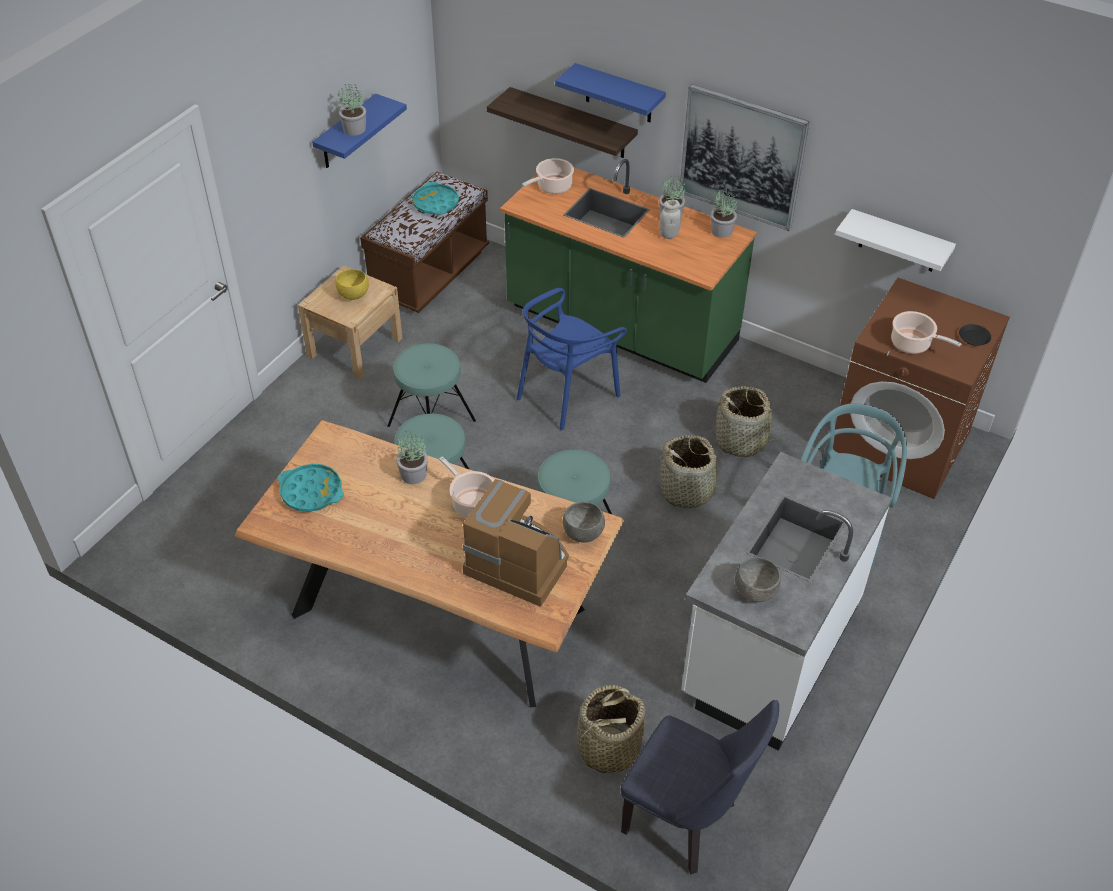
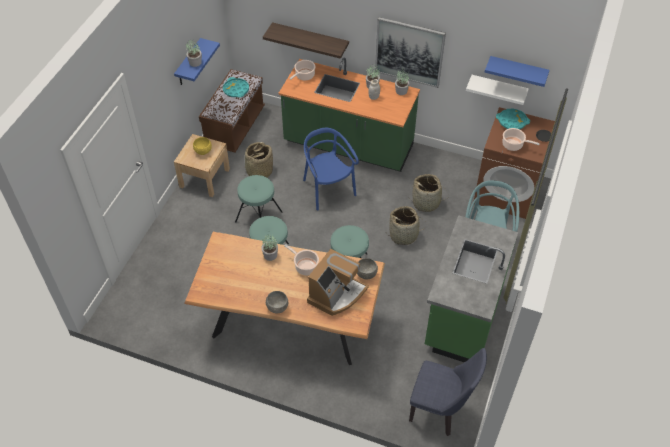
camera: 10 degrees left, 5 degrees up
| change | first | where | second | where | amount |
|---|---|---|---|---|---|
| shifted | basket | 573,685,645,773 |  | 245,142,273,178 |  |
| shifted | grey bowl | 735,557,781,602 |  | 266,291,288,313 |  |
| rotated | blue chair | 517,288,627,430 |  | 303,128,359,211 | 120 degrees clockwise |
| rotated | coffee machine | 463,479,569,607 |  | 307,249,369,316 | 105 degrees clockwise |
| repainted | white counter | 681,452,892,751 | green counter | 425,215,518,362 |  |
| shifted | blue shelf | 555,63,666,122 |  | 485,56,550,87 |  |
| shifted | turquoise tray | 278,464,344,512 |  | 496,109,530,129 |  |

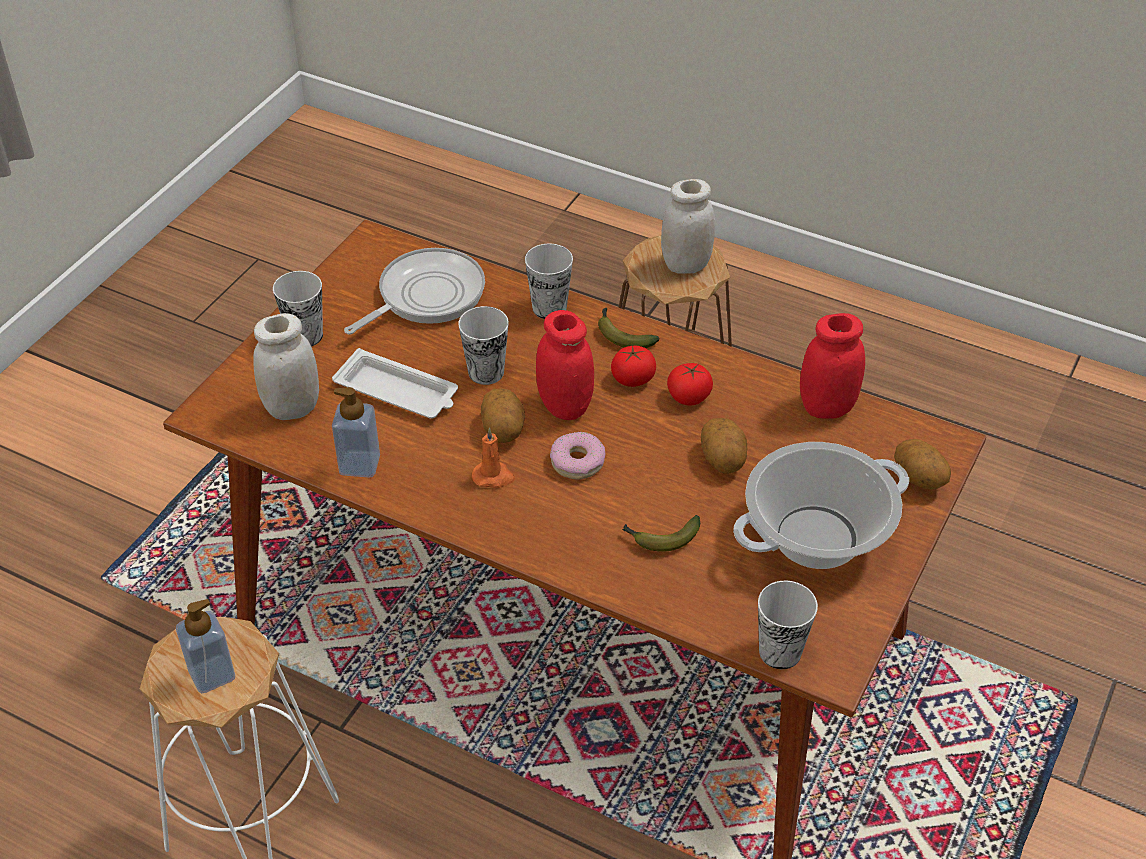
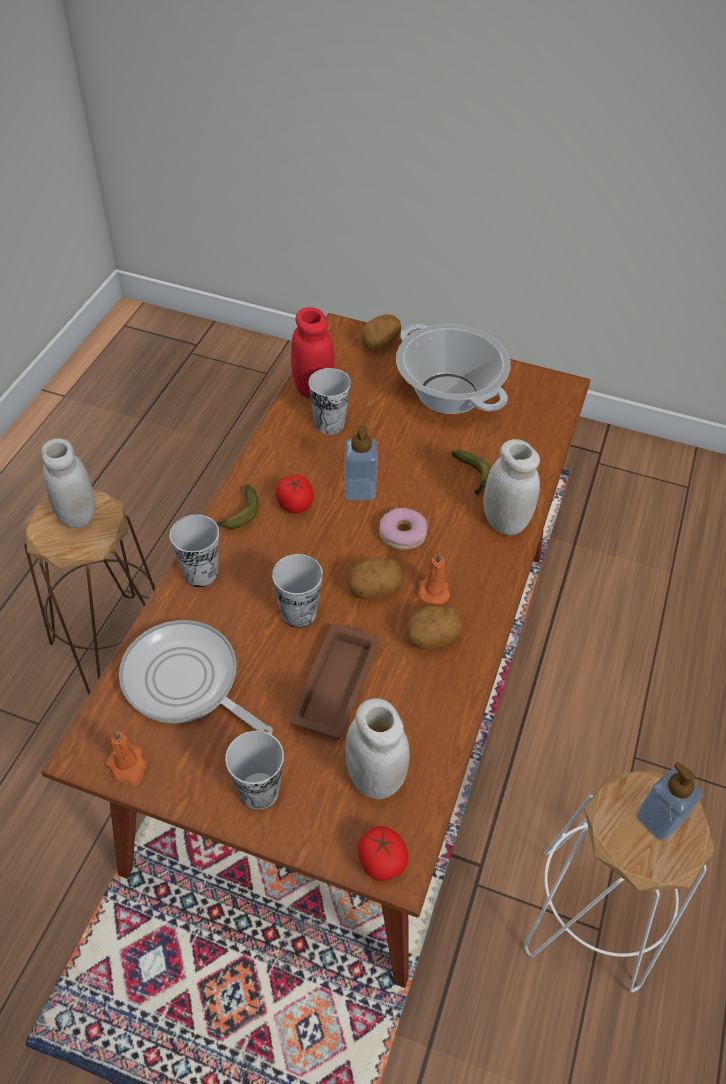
camera: 100 degrees left, 5 degrees up
| change | first | where | second | where | amount |
|---|---|---|---|---|---|
| new |  |  | orange candle | 106,730,146,786 |  |
| repainted | white tray | 332,348,458,419 | brown tray | 289,624,379,739 |  |
| shifted | cup | 758,581,818,669 |  | 309,368,351,435 |  |
| shifted | soap dispenser | 332,387,380,478 |  | 344,425,378,500 |  |
| shifted | tomato | 667,363,713,406 |  | 357,826,408,881 |  |
| shifted | potato | 701,418,747,474 |  | 405,605,463,650 |  |
| new |  |  | white jar | 483,439,540,535 |  |
| gone | red jar | 536,310,594,420 |  |  |  |

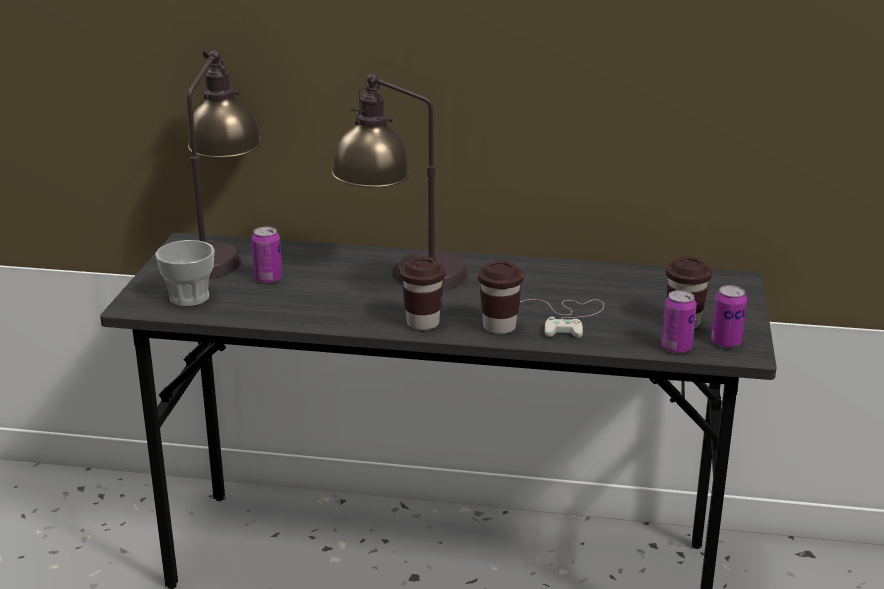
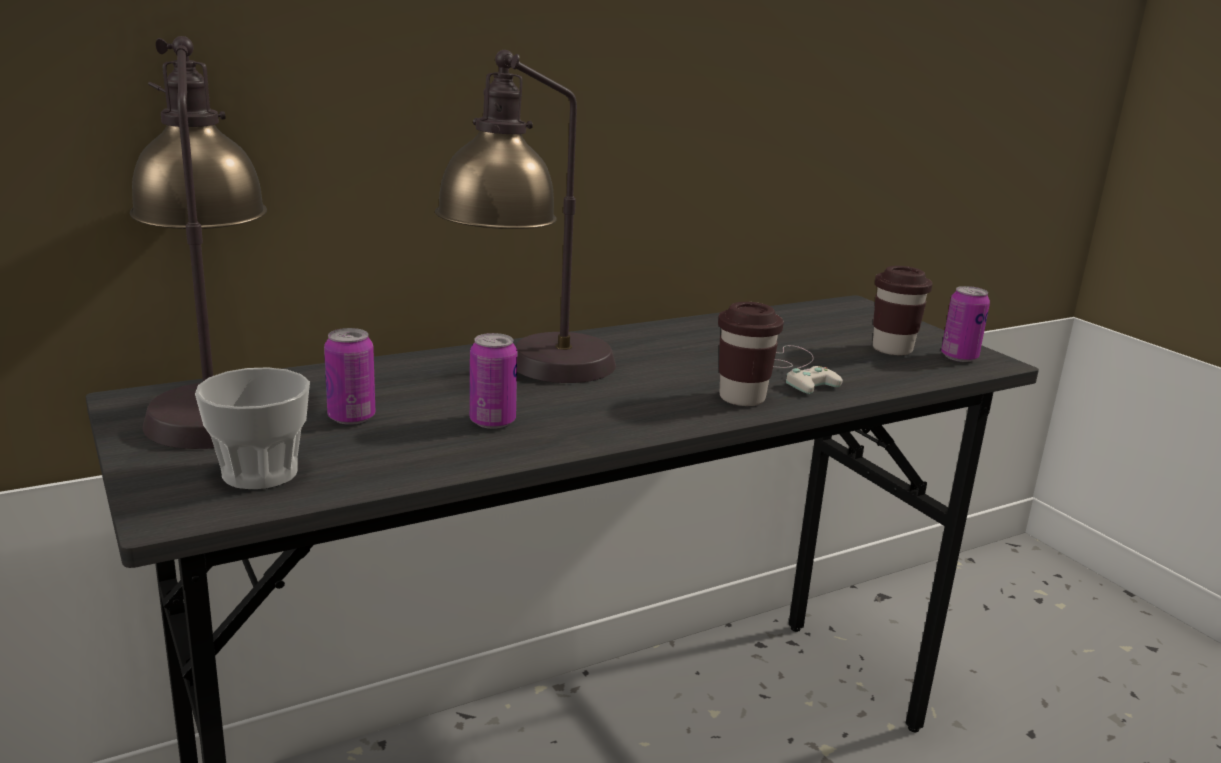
camera: 40 degrees left, 5 degrees down
| change | first | where | second | where | amount |
|---|---|---|---|---|---|
| shifted | can | 661,290,697,354 |  | 470,333,517,429 |  |
| gone | brown cup | 400,257,445,330 |  |  |  |

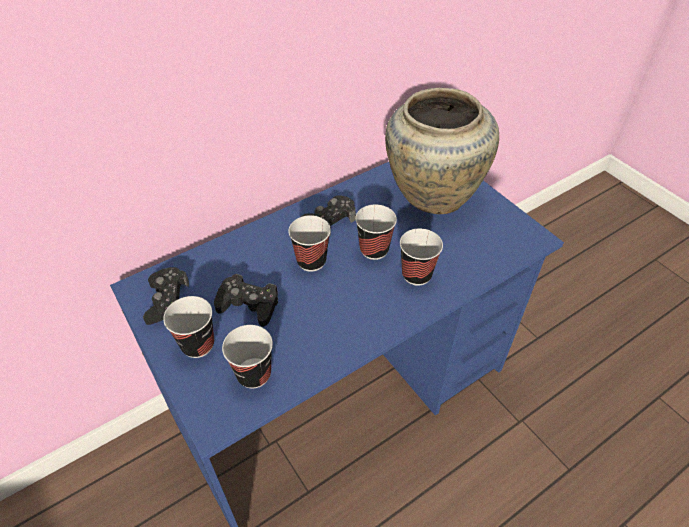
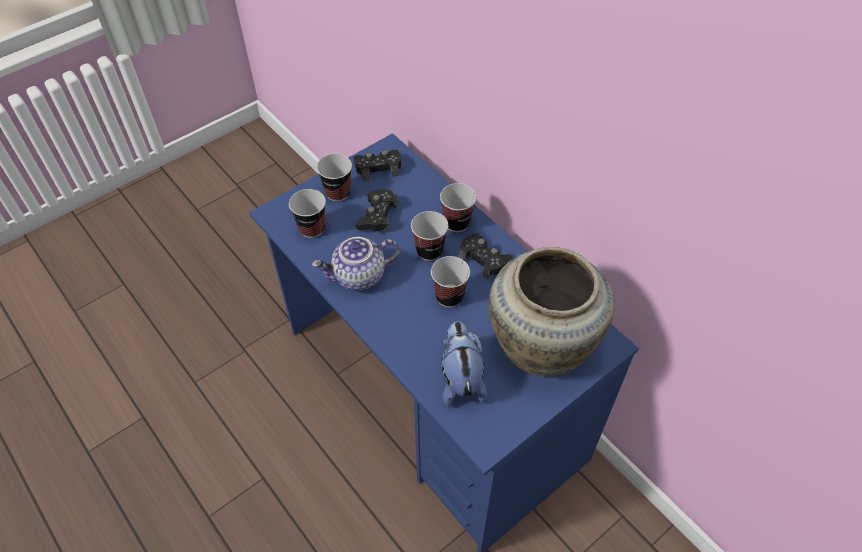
camera: 85 degrees right, 5 degrees up
| change | first | where | second | where | amount |
|---|---|---|---|---|---|
| new |  |  | teapot | 312,237,400,291 |  |
| shifted | cup | 400,228,443,286 |  | 440,183,476,232 |  |
| new |  |  | plush toy | 441,322,487,407 |  |

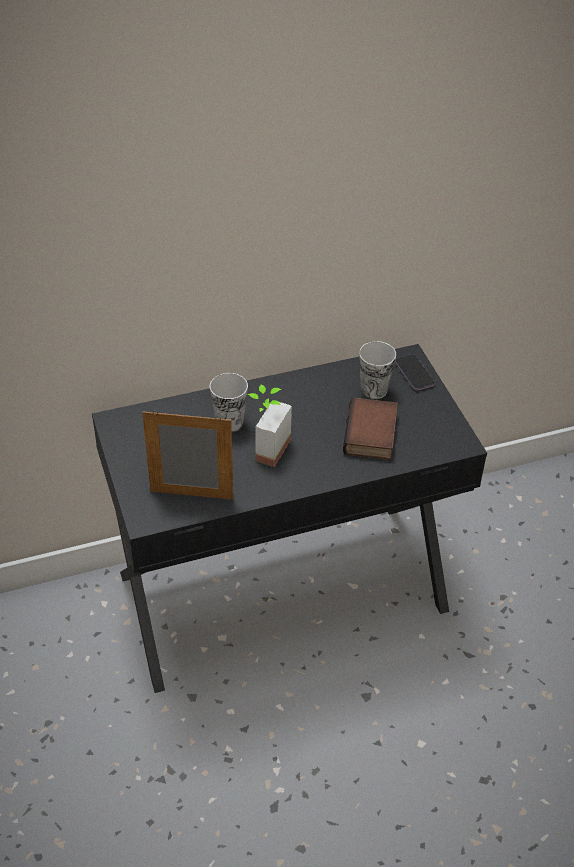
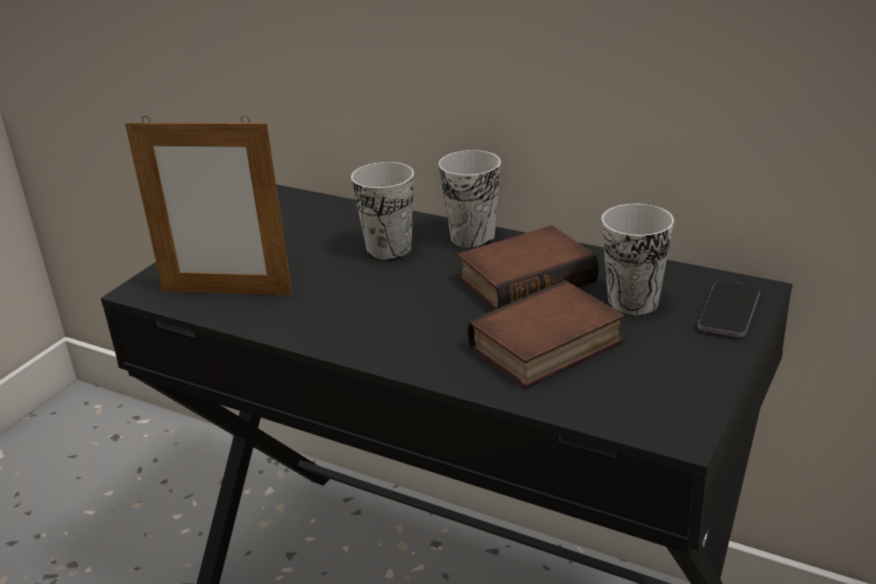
camera: 50 degrees right, 15 degrees down
| change | first | where | second | where | amount |
|---|---|---|---|---|---|
| rotated | picture frame | 142,411,233,500 |  | 125,116,292,295 | 135 degrees clockwise |
| new |  |  | cup | 439,150,501,248 |  |
| new |  |  | book | 458,225,599,310 |  |
| gone | potted plant | 248,385,292,467 |  |  |  |

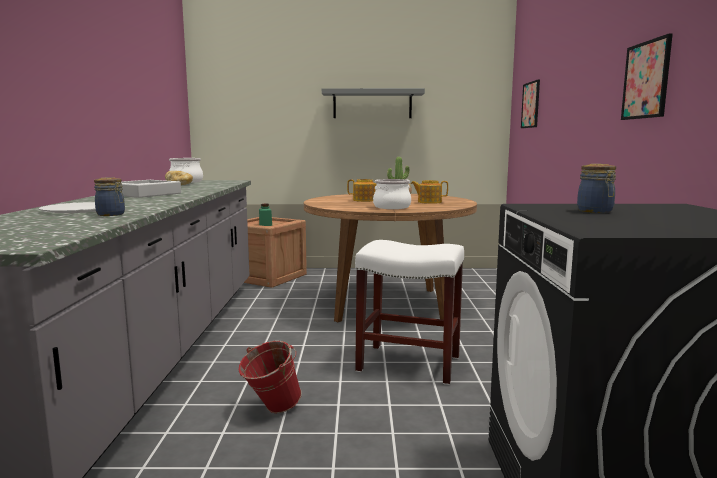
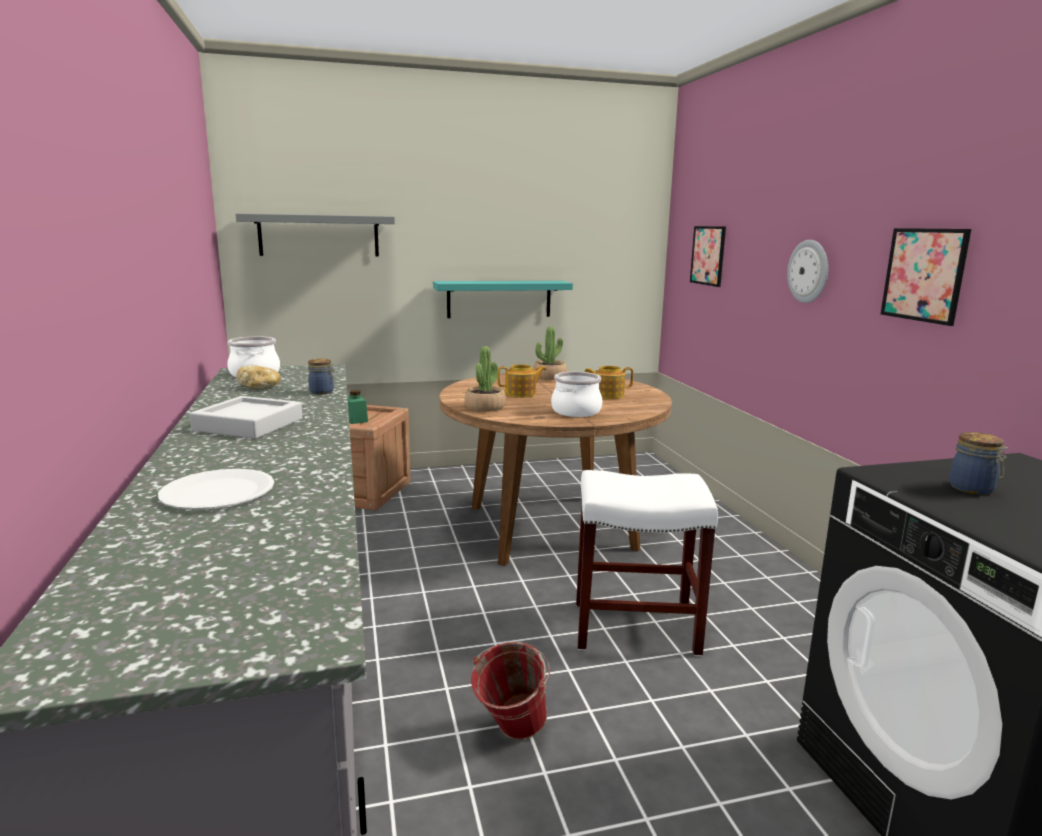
camera: 15 degrees left, 5 degrees up
| change | first | where | second | where | amount |
|---|---|---|---|---|---|
| shifted | grey shelf | 322,88,425,118 |  | 235,213,395,256 |  |
| shifted | jar | 94,177,125,216 |  | 308,358,336,394 |  |
| new |  |  | turquoise shelf | 433,281,573,318 |  |
| new |  |  | potted plant | 465,346,506,412 |  |
| new |  |  | wall clock | 787,240,828,303 |  |

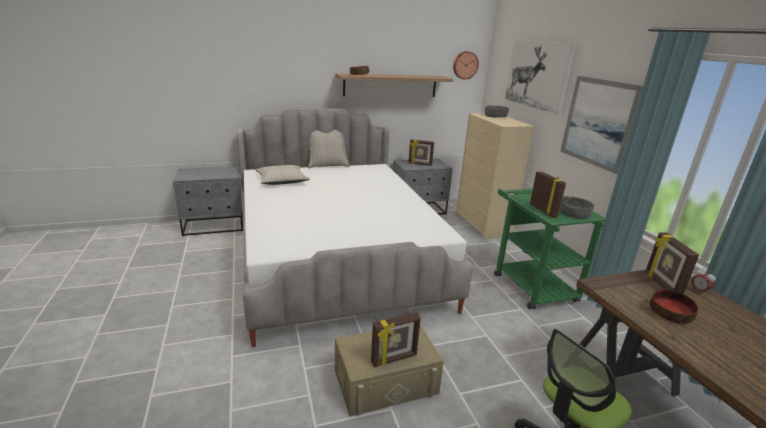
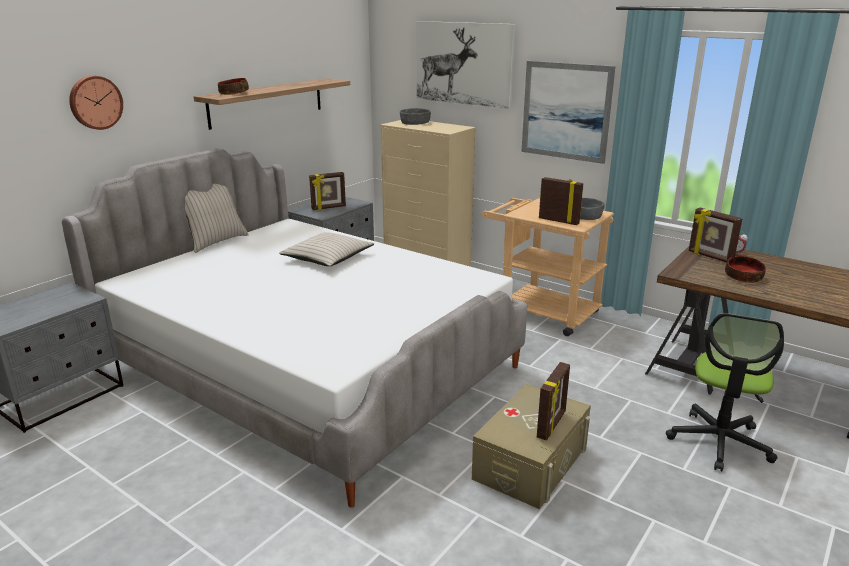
camera: 35 degrees left, 0 degrees up
| change | first | where | second | where | amount |
|---|---|---|---|---|---|
| shifted | wall clock | 453,51,479,79 |  | 69,76,123,130 |  |
| shifted | beige pillow | 256,165,310,185 |  | 279,232,374,266 |  |
| repainted | green cart | 494,189,607,309 | beige cart | 482,198,614,336 |  |

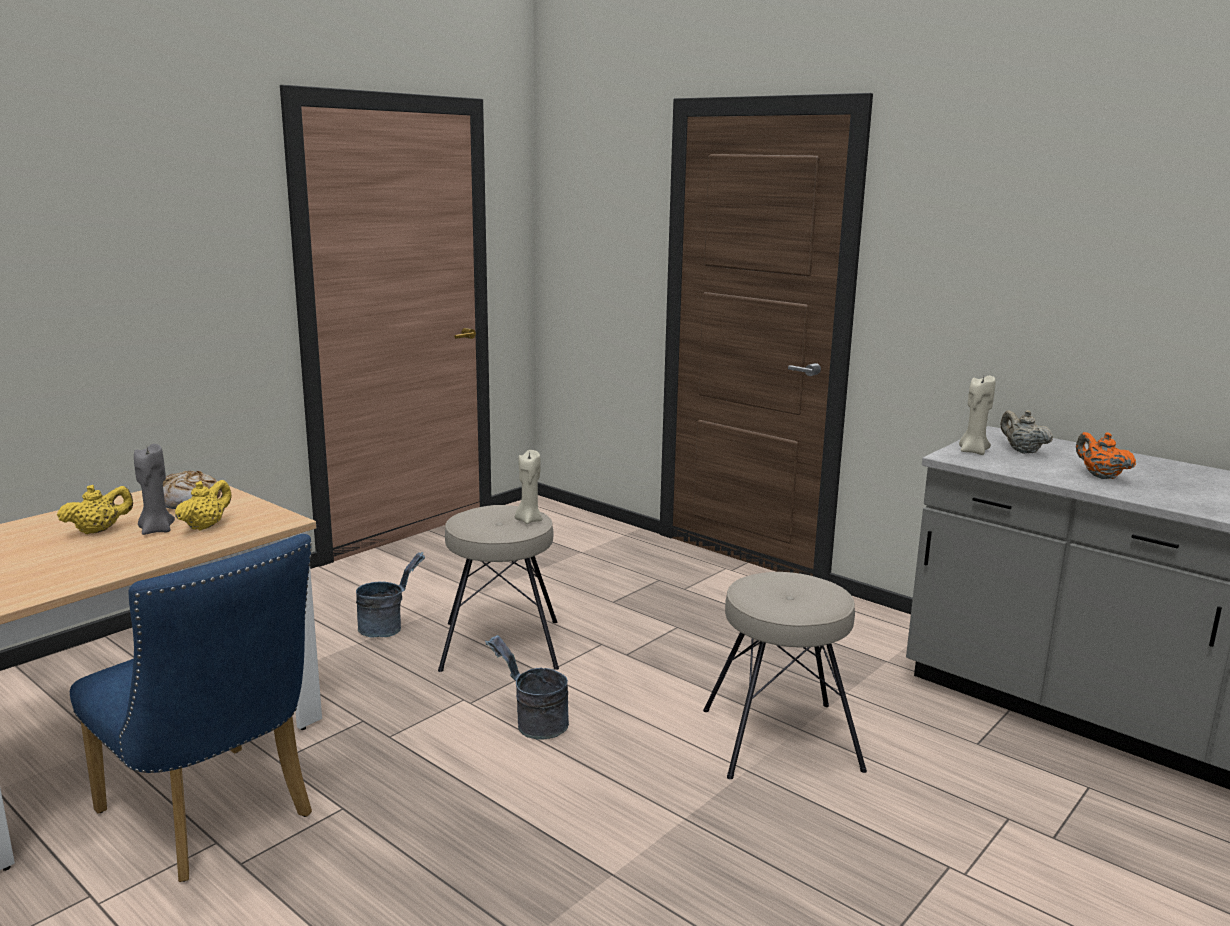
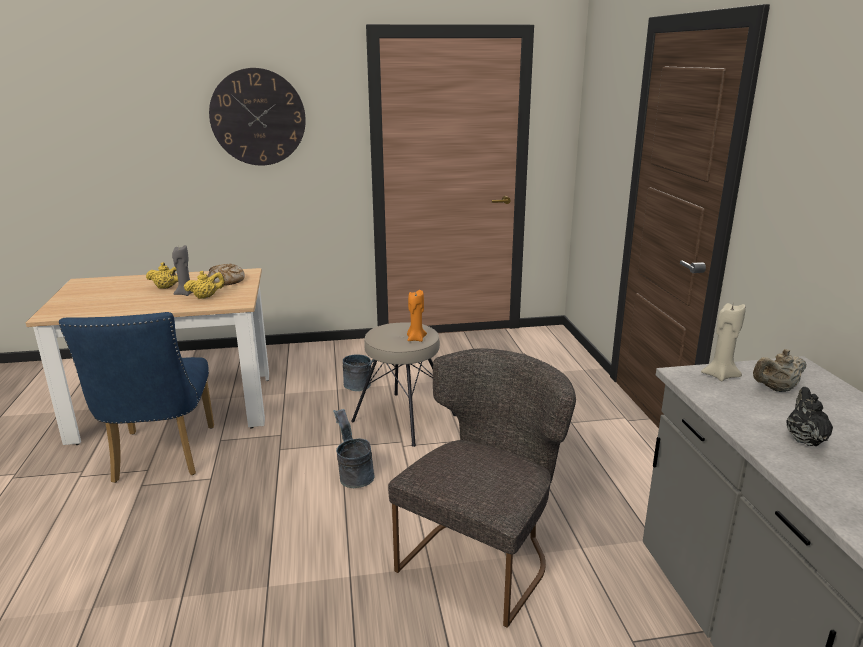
camera: 40 degrees right, 5 degrees up
| change | first | where | second | where | amount |
|---|---|---|---|---|---|
| new |  |  | wall clock | 209,68,306,166 |  |
| swapped | beige stool | 703,572,867,779 | grey chair | 388,348,576,627 |  |
| repainted | beige candle | 515,450,543,524 | orange candle | 407,290,427,342 |  |
| rotated | beige teapot | 1000,410,1053,454 |  | 753,349,807,392 | 120 degrees counterclockwise |
| repainted | orange teapot | 1076,432,1136,479 | black teapot | 787,387,833,446 |  |

